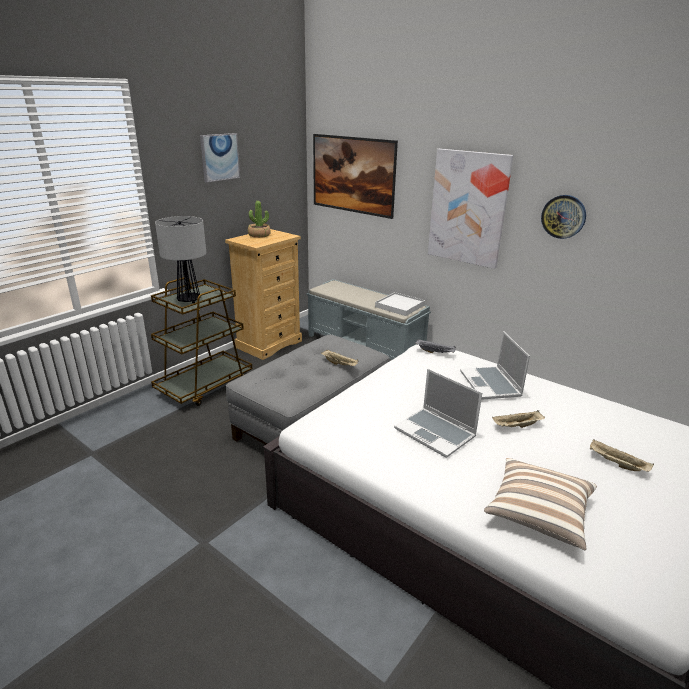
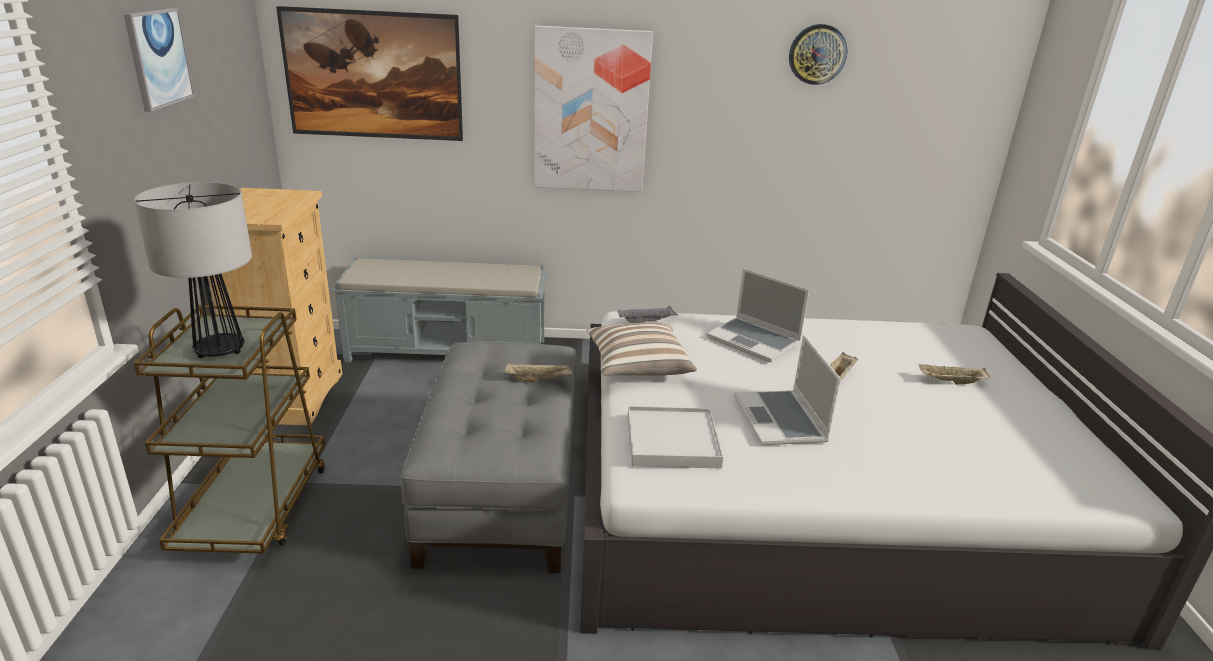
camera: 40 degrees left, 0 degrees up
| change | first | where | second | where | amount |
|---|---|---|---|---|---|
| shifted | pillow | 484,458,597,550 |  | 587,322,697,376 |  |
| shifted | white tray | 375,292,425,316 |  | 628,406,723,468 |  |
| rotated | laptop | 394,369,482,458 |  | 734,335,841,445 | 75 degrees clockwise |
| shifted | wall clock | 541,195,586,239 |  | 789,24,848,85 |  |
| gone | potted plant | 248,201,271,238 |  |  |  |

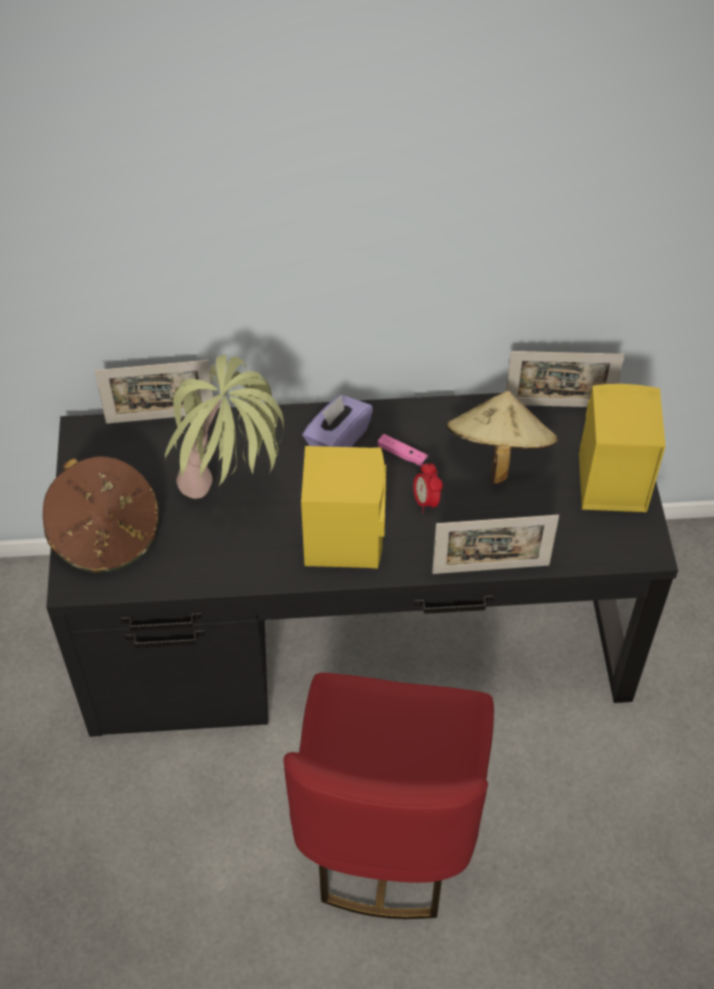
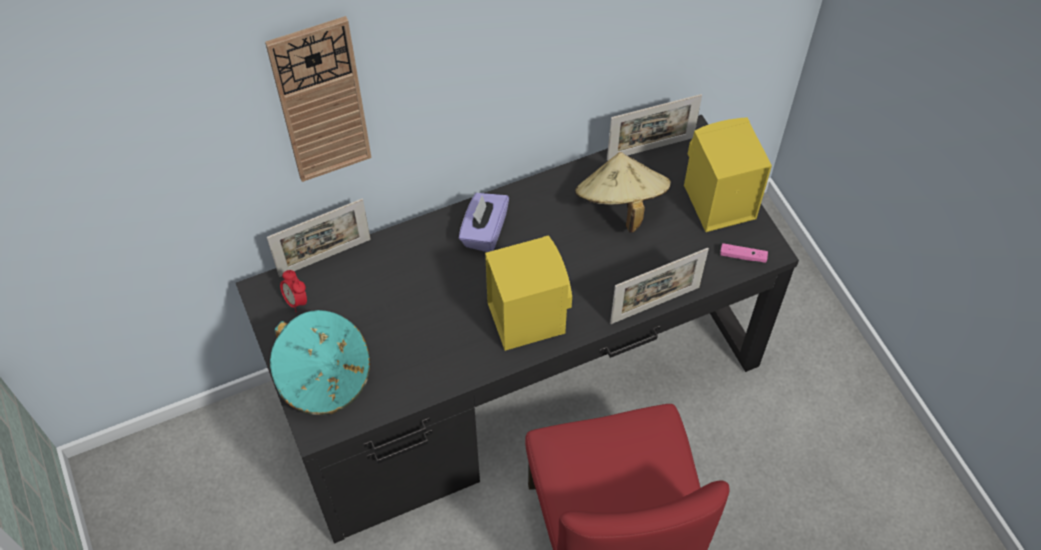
camera: 20 degrees left, 5 degrees up
| change | first | where | second | where | amount |
|---|---|---|---|---|---|
| new |  |  | wall clock | 265,16,372,182 |  |
| repainted | brown hat | 43,456,159,573 | turquoise hat | 270,310,370,415 |  |
| shifted | alarm clock | 414,463,443,513 |  | 280,270,307,312 |  |
| shifted | pink game controller | 378,434,428,466 |  | 720,243,768,263 |  |
| gone | potted plant | 165,354,284,499 |  |  |  |

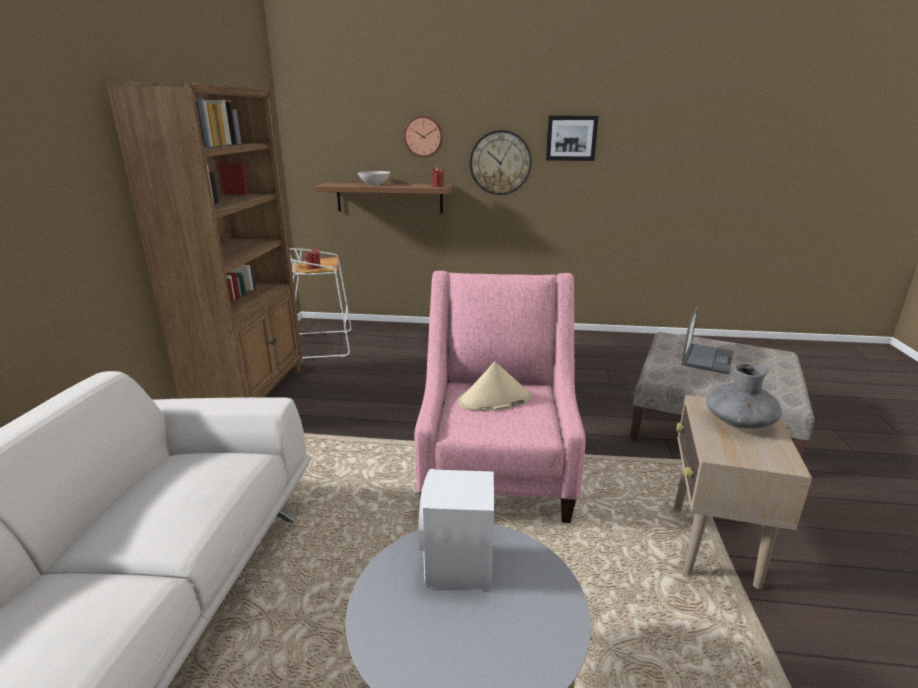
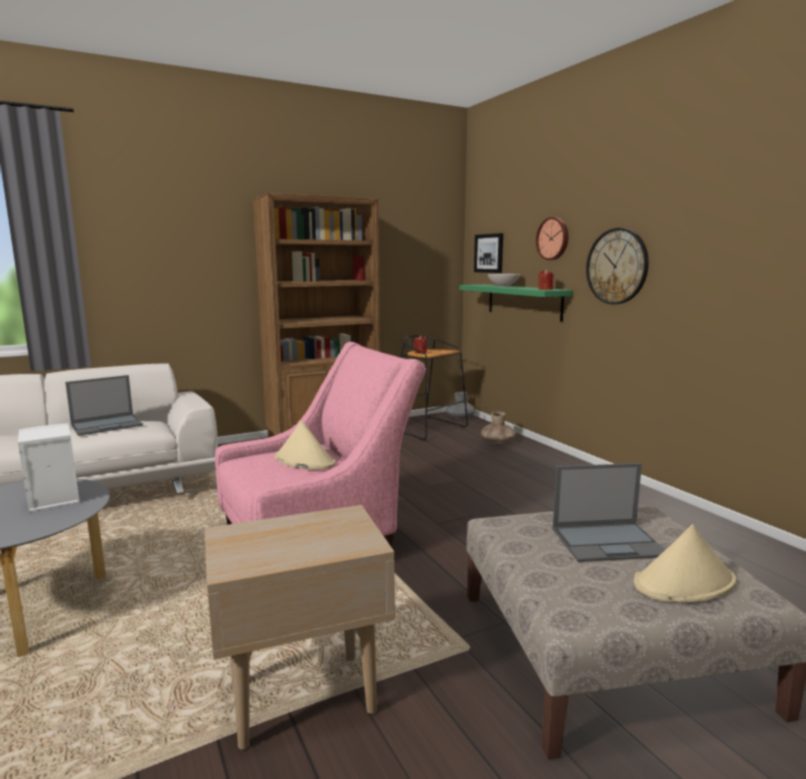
camera: 55 degrees right, 10 degrees down
| change | first | where | second | where | amount |
|---|---|---|---|---|---|
| new |  |  | laptop | 65,375,143,436 |  |
| repainted | white stool | 289,248,352,359 | black stool | 400,335,468,440 |  |
| shifted | grey vase | 706,362,782,429 |  | 446,392,475,419 |  |
| repainted | brown shelf | 315,183,453,213 | green shelf | 460,284,573,322 |  |
| shifted | picture | 546,116,599,161 |  | 474,233,503,273 |  |
| new |  |  | brown vase | 481,412,516,444 |  |
| new |  |  | beige hat | 634,524,737,602 |  |

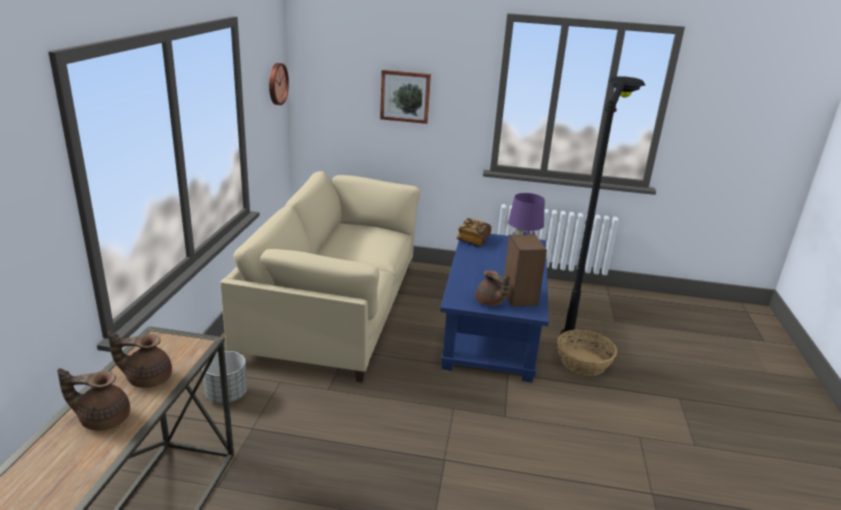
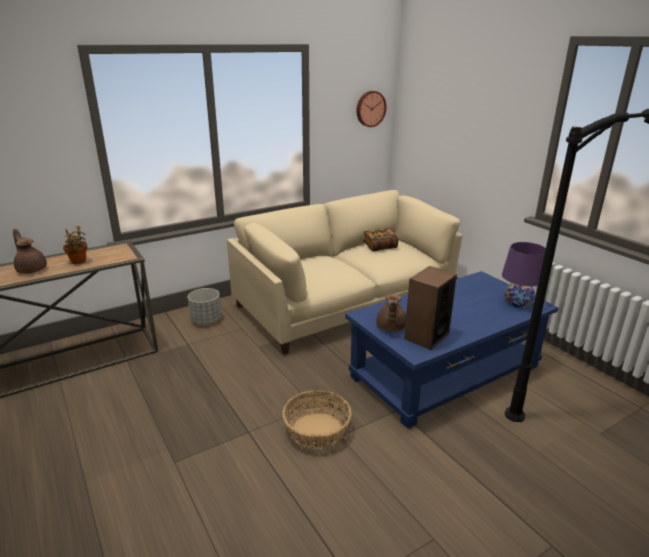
camera: 50 degrees right, 0 degrees up
| change | first | where | second | where | amount |
|---|---|---|---|---|---|
| swapped | brown teapot | 108,331,172,388 | potted plant | 63,226,87,264 |  |
| shifted | basket | 557,329,617,376 |  | 283,390,351,449 |  |
| shifted | book | 456,218,491,247 |  | 363,228,399,251 |  |
| gone | picture | 380,70,431,124 |  |  |  |

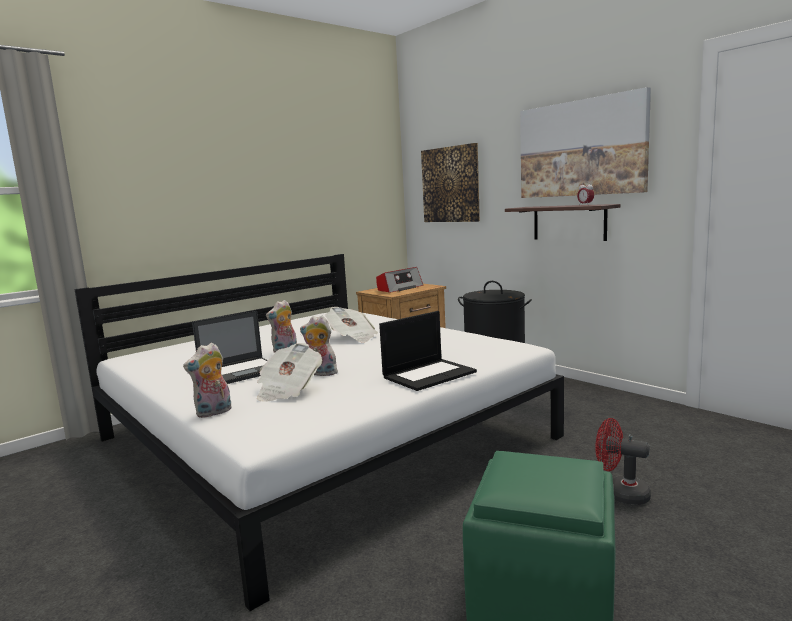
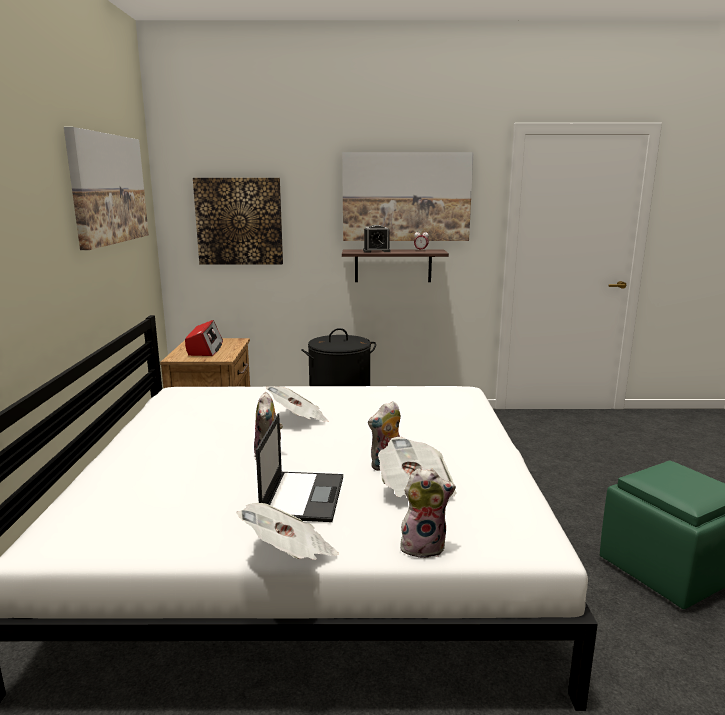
camera: 50 degrees left, 5 degrees up
| change | first | where | second | where | amount |
|---|---|---|---|---|---|
| new |  |  | picture | 64,127,149,250 |  |
| new |  |  | newspaper | 236,503,339,560 |  |
| new |  |  | alarm clock | 363,225,391,253 |  |
| rotated | plush toy | 183,342,232,418 |  | 400,468,456,558 | 90 degrees counterclockwise |
| gone | laptop | 379,311,477,391 |  |  |  |
| gone | red fan | 595,418,651,505 |  |  |  |

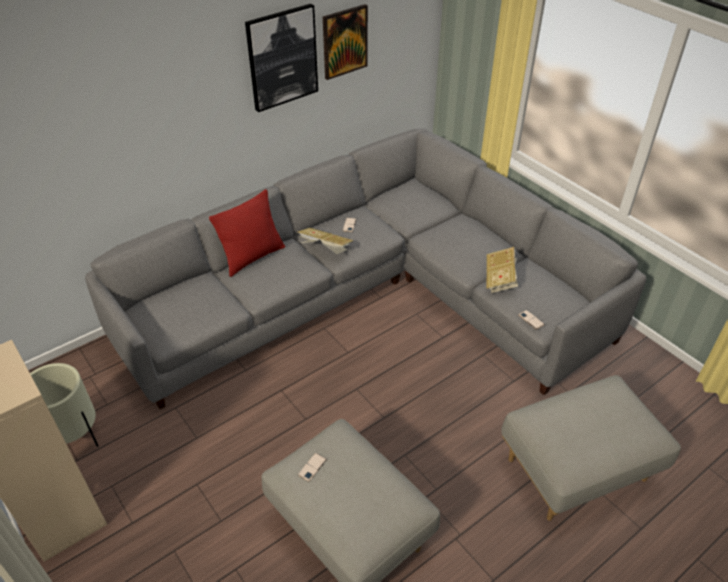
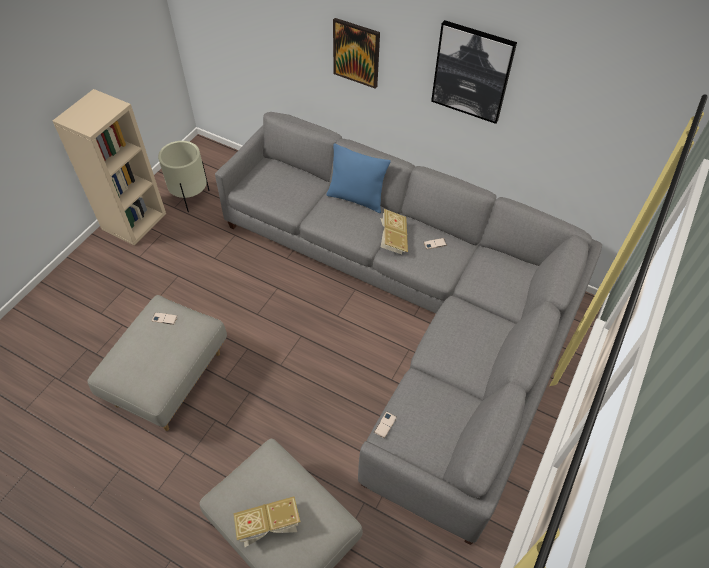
camera: 65 degrees right, 10 degrees up
| change | first | where | second | where | amount |
|---|---|---|---|---|---|
| shifted | book | 486,247,518,293 |  | 233,497,301,547 |  |
| repainted | red pillow | 209,189,285,277 | blue pillow | 326,143,391,213 |  |
| shifted | picture | 323,4,368,80 |  | 333,18,380,89 |  |

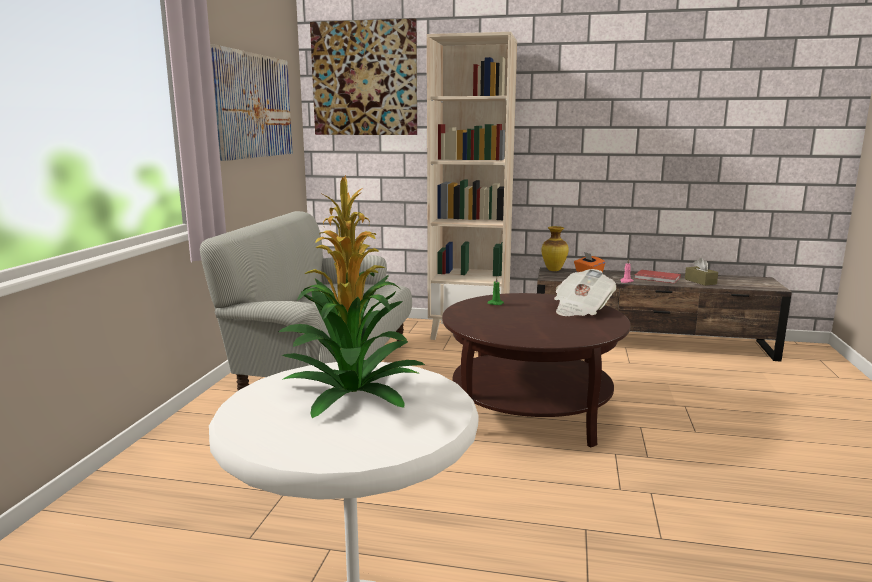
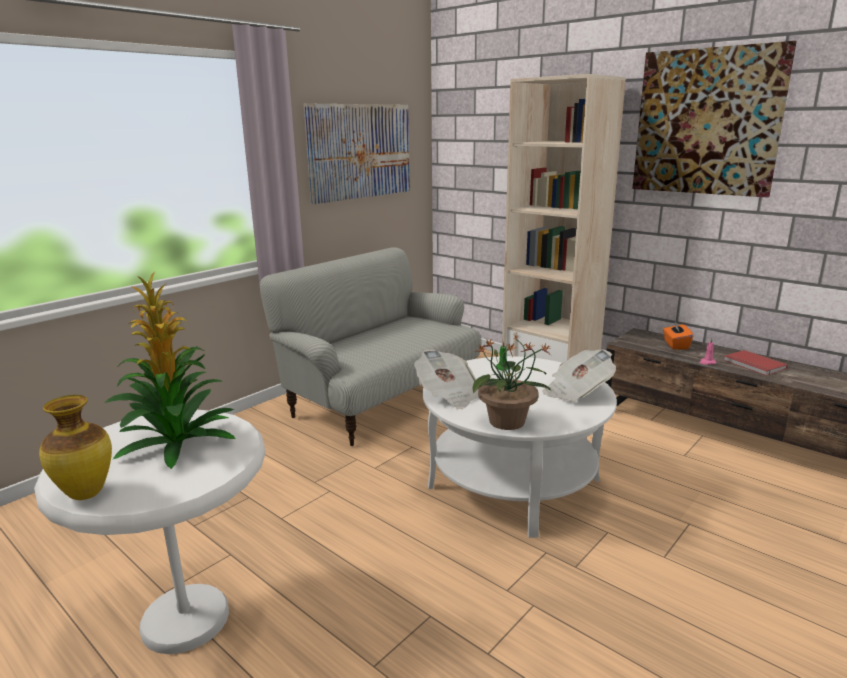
camera: 30 degrees right, 5 degrees up
| change | first | where | second | where | amount |
|---|---|---|---|---|---|
| shifted | vase | 542,226,569,271 |  | 39,395,112,500 |  |
| new |  |  | newspaper | 414,349,478,409 |  |
| repainted | brown coffee table | 442,293,631,448 | white coffee table | 423,356,617,538 |  |
| new |  |  | potted plant | 473,335,551,430 |  |
| shifted | picture | 310,18,417,135 |  | 632,41,797,198 |  |
| gone | brown tissue box | 685,258,718,286 |  |  |  |

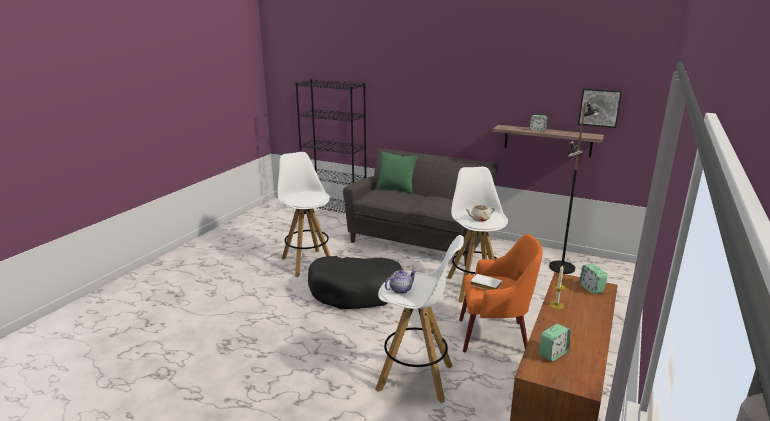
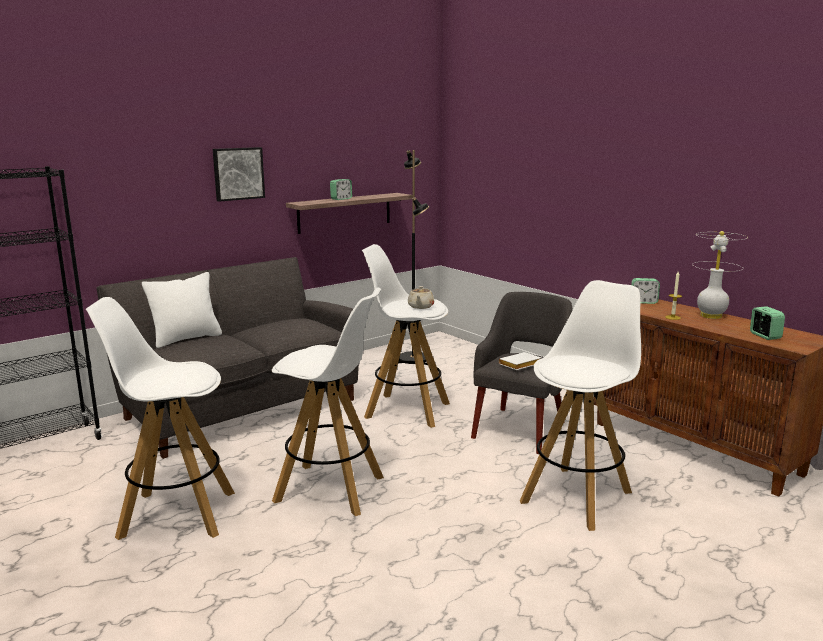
camera: 65 degrees left, 5 degrees down
| change | first | where | second | where | amount |
|---|---|---|---|---|---|
| repainted | green pillow | 377,151,418,194 | white pillow | 142,272,222,348 |  |
| shifted | picture | 578,88,622,128 |  | 213,147,265,202 |  |
| swapped | black dog bed | 308,256,404,309 | white stool | 272,288,384,516 |  |
| repainted | orange armchair | 459,234,543,352 | grey armchair | 471,292,573,454 |  |
| new |  |  | white table lamp | 692,231,748,319 |  |
| gone | teapot | 385,270,417,294 |  |  |  |

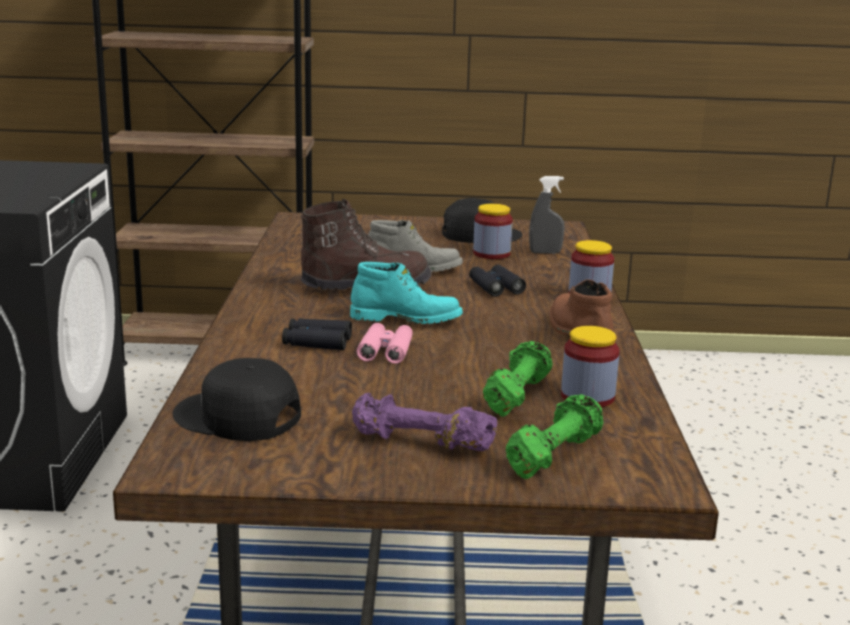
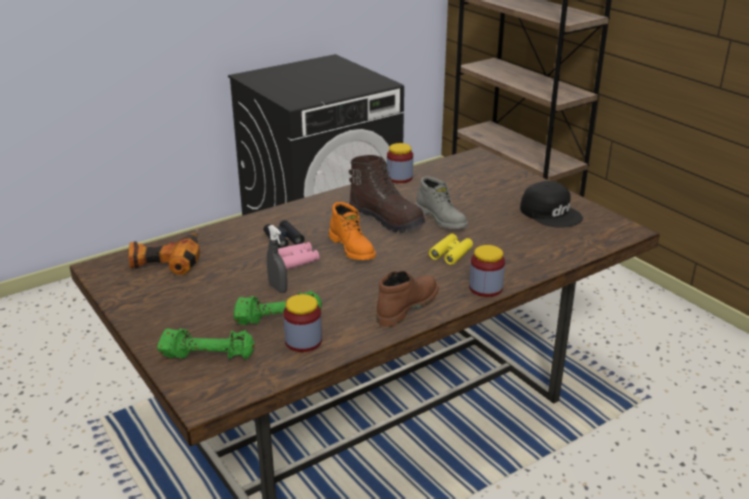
camera: 55 degrees right, 10 degrees up
| change | first | where | second | where | amount |
|---|---|---|---|---|---|
| swapped | black cap | 172,358,301,441 | power drill | 128,228,200,275 |  |
| shifted | grey spray bottle | 529,176,565,254 |  | 267,225,287,293 |  |
| repainted | turquoise boot | 350,262,463,324 | orange boot | 329,202,376,260 |  |
| shifted | jar | 473,204,513,259 |  | 387,143,413,183 |  |
| repainted | black binoculars | 469,265,526,297 | yellow binoculars | 429,234,473,265 |  |
| gone | purple dumbbell | 352,393,497,451 |  |  |  |

